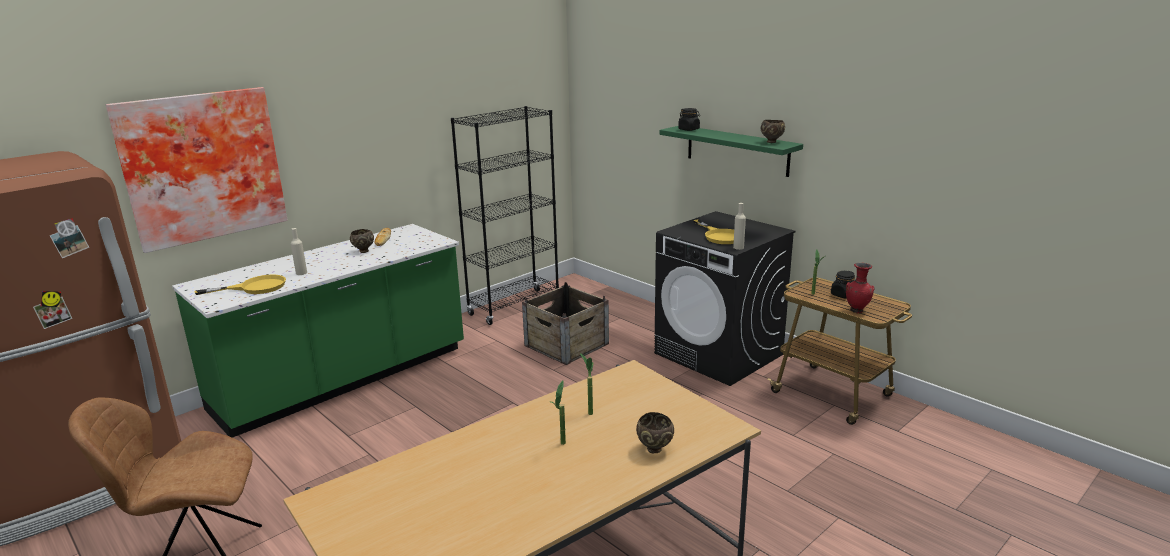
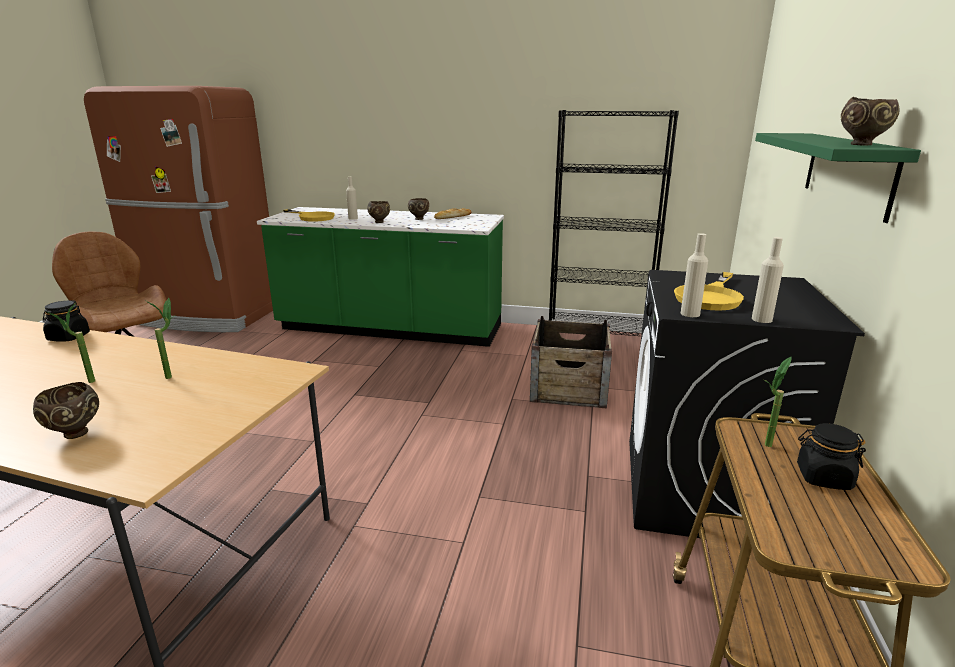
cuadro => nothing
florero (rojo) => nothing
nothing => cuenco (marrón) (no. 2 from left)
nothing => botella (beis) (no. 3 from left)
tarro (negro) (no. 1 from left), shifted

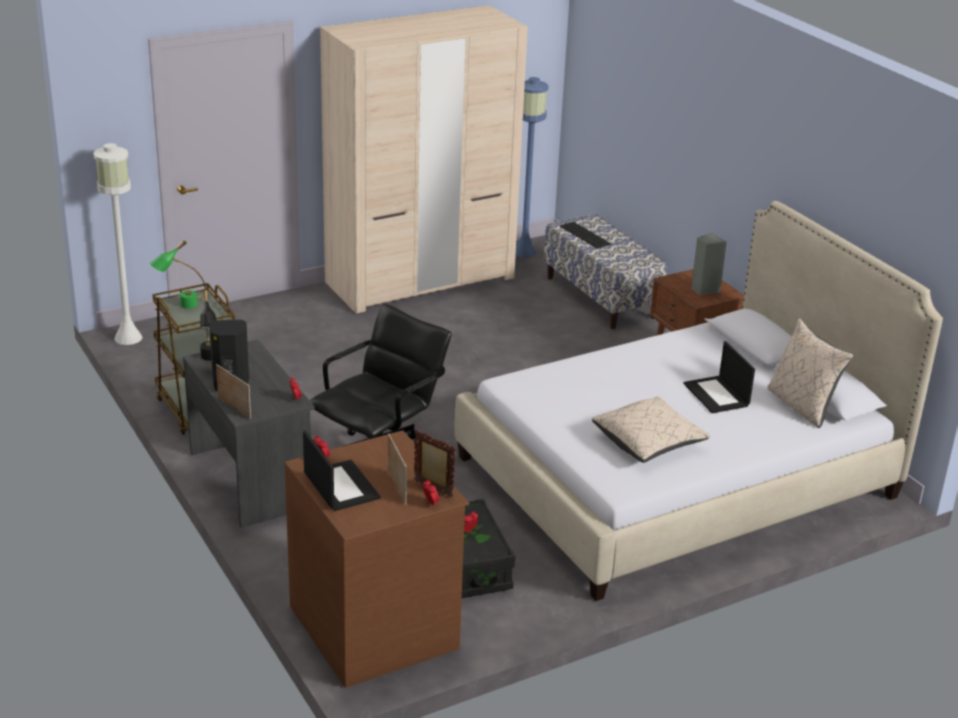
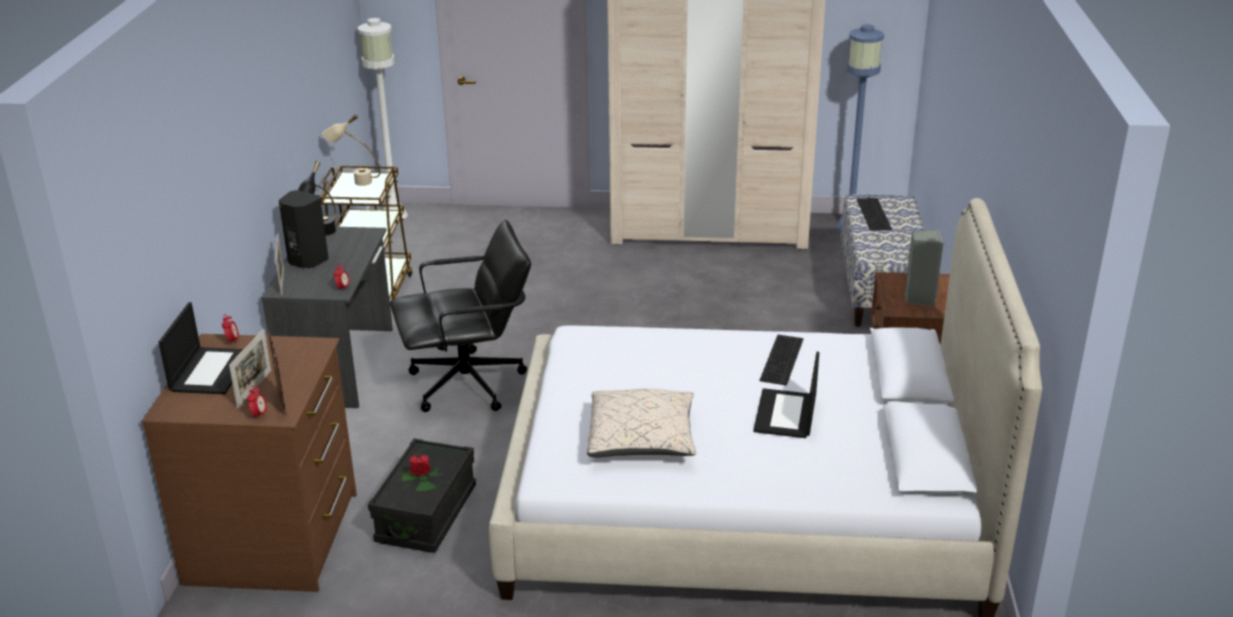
cojín (beis) (no. 2 from left) => nothing
nothing => teclado (no. 1 from left)
lámpara de mesa (verde) => lámpara de mesa (beis)

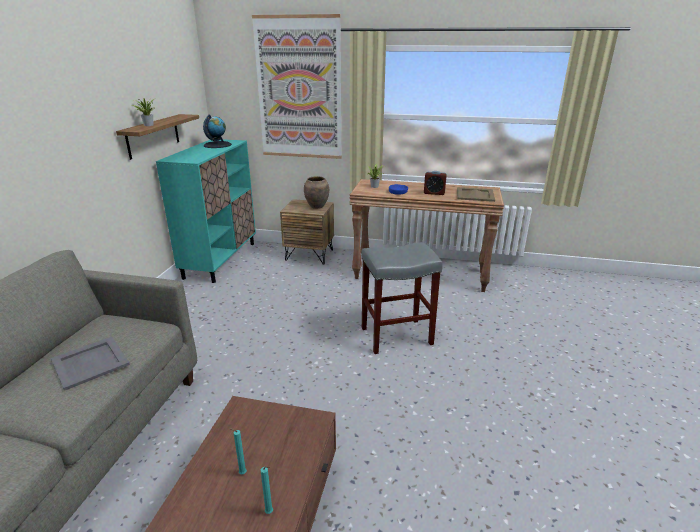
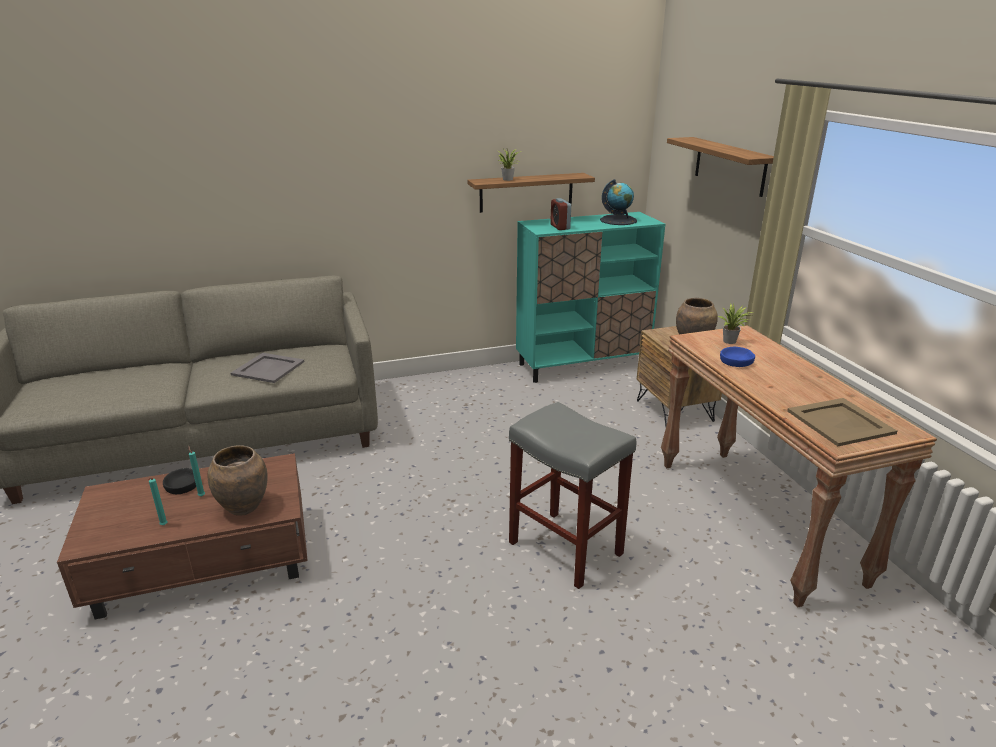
nothing => cuenco (negro)
nothing => florero (marrón) (no. 1 from left)
despertador, shifted
cuadro => estante (no. 2 from left)

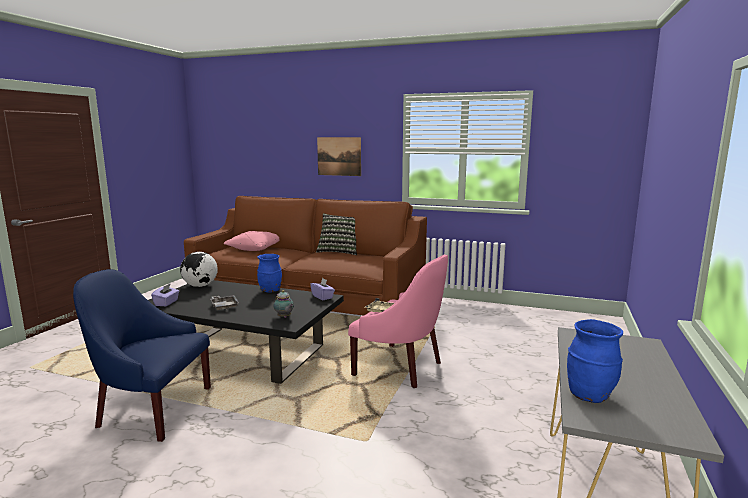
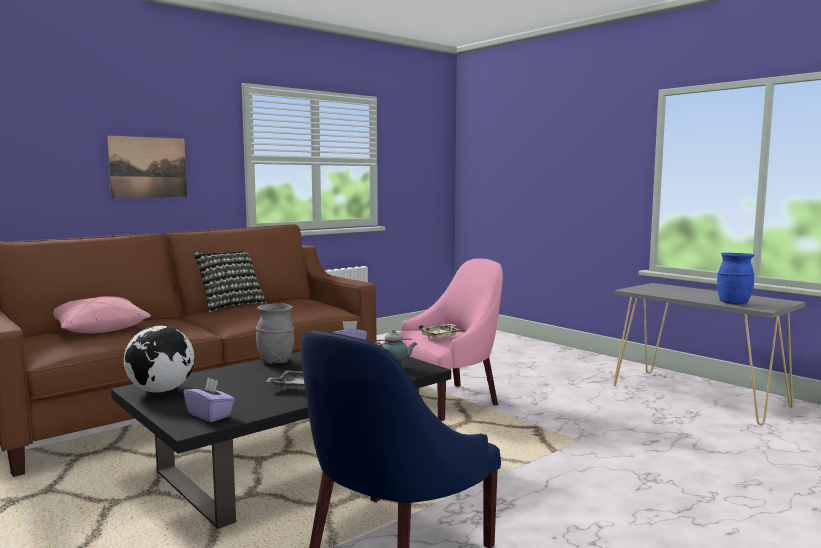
florero (azul) (no. 1 from left) => florero (gris)

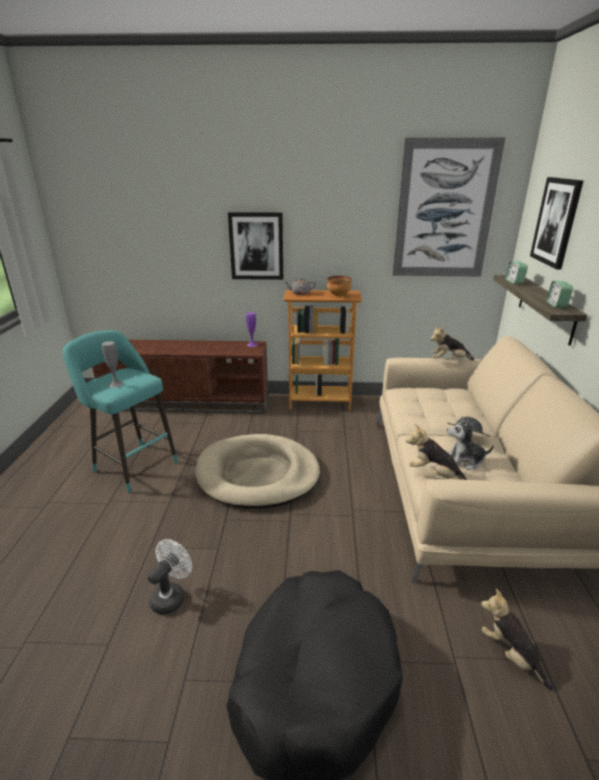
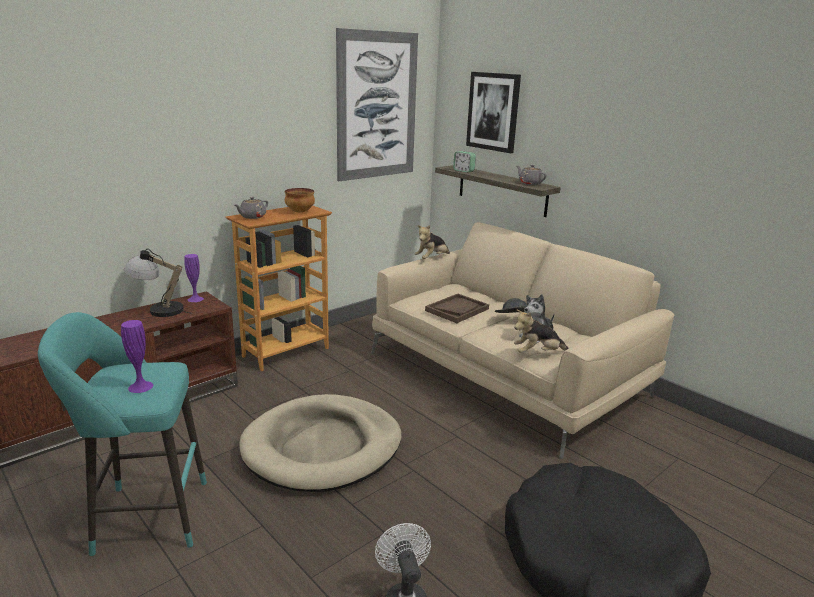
cuadro (no. 1 from left) => nothing
peluche (no. 4 from left) => nothing
nothing => lámpara de mesa
nothing => bandeja (marrón)
despertador (no. 2 from left) => tetera (gris) (no. 2 from left)
florero (gris) => florero (morado) (no. 1 from left)

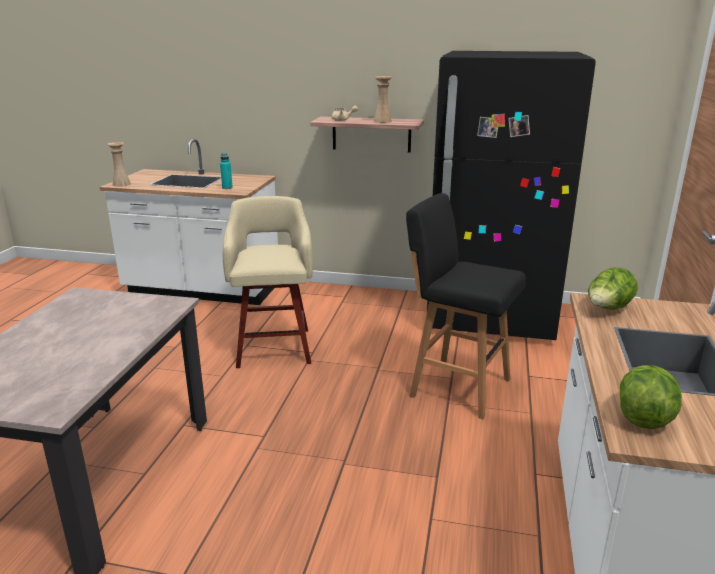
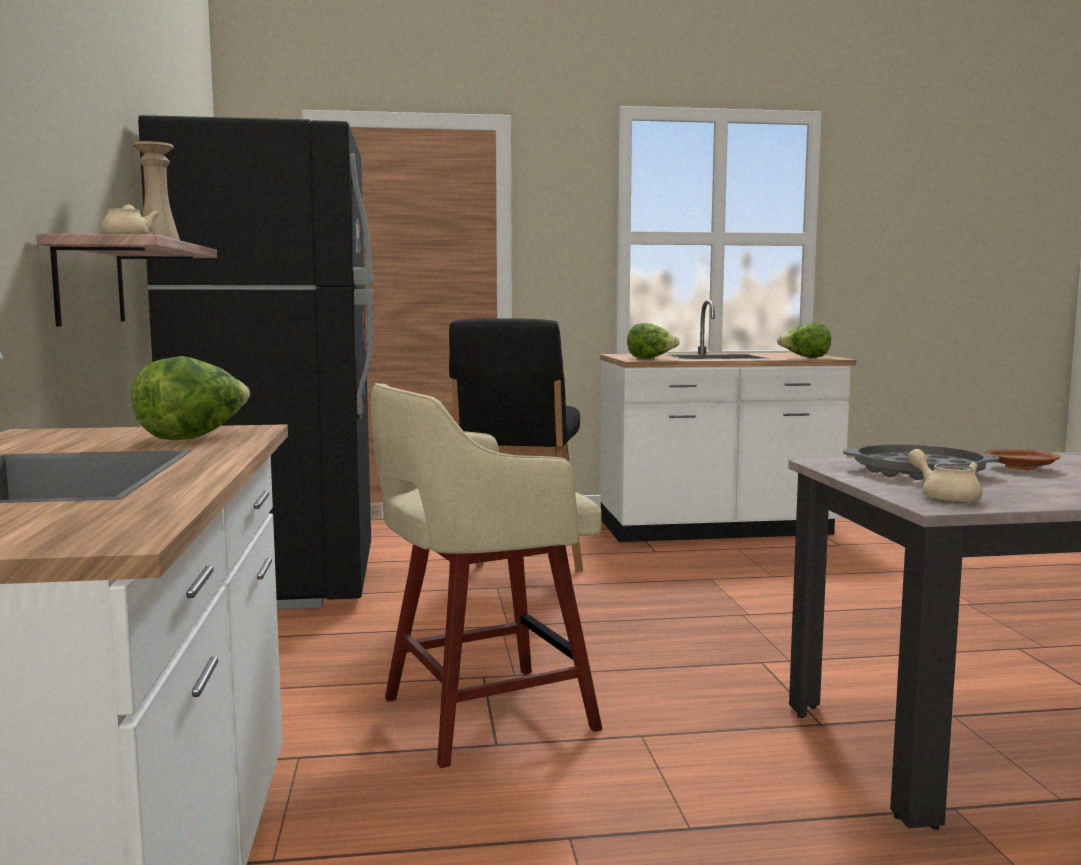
florero (beis) (no. 1 from left) => nothing
nothing => bandeja (gris)
nothing => tetera (beis) (no. 2 from left)
nothing => plato (marrón)
botella (turquesa) => lechuga (no. 1 from left)

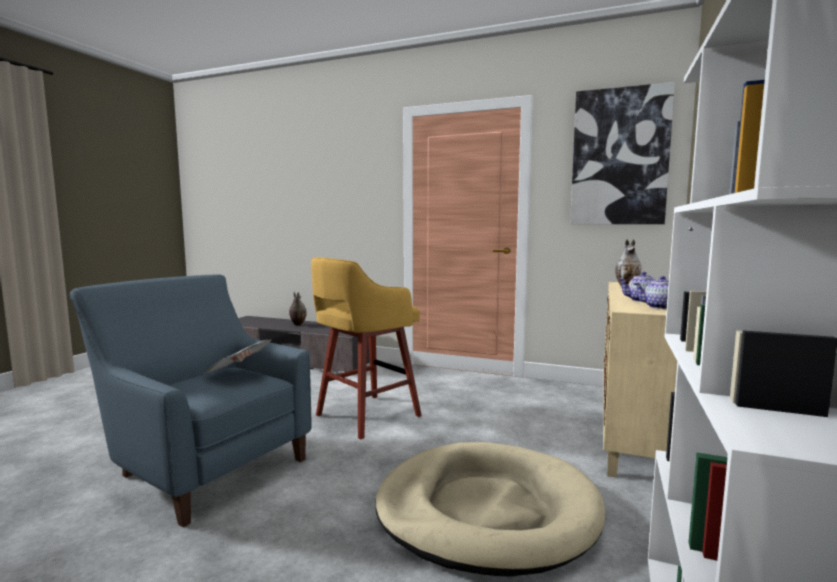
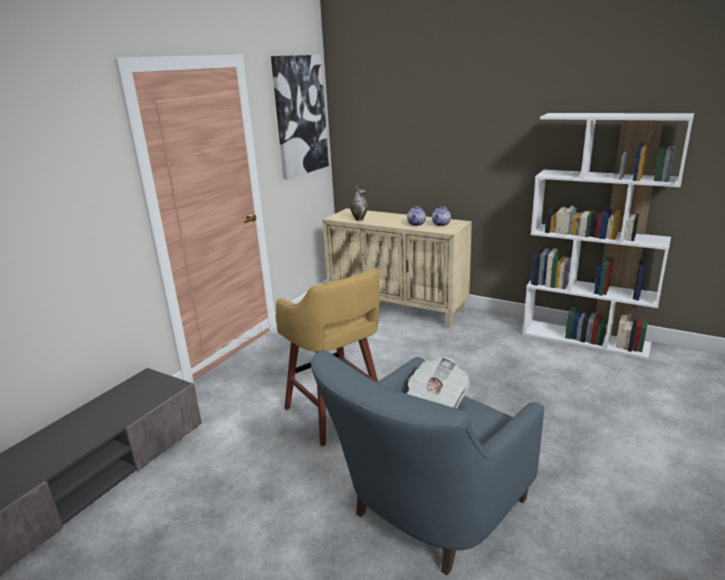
florero (no. 1 from left) => nothing
cama para perro (beis) => nothing

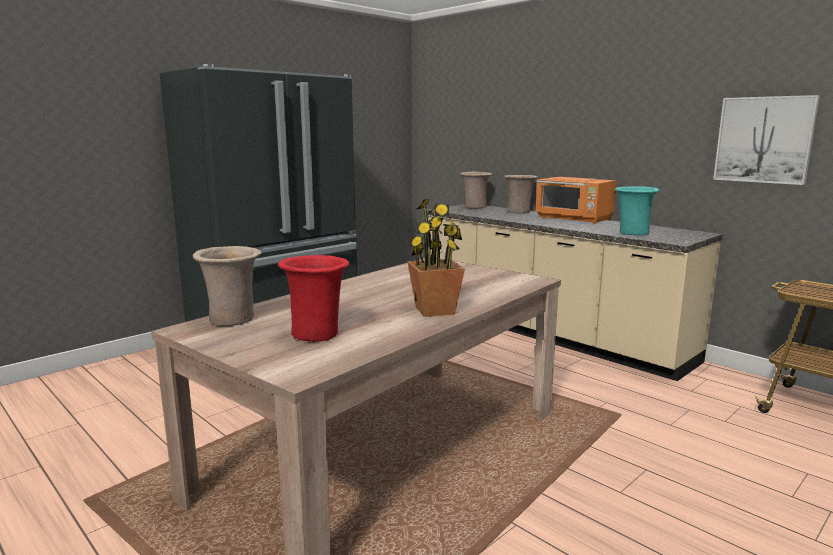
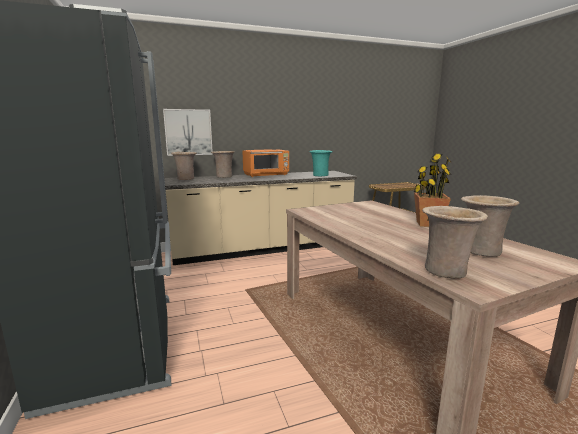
cuadro, shifted
florero (rojo) => florero (beis) (no. 4 from left)

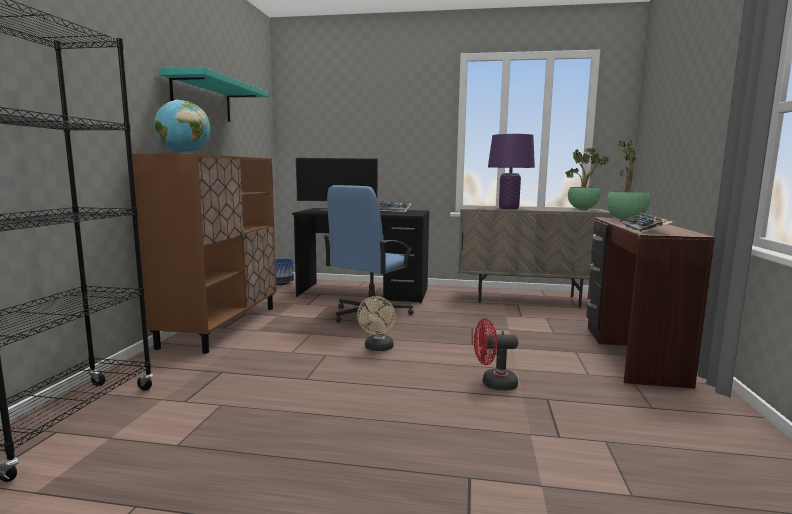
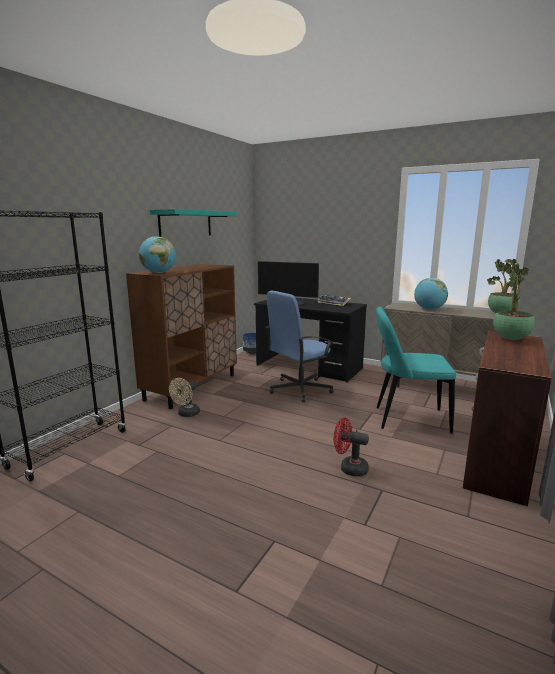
teclado (no. 2 from left) => nothing
nothing => silla (turquesa)
ventilador (beis), shifted
lámpara de mesa (morado) => globo terráqueo (no. 2 from left)

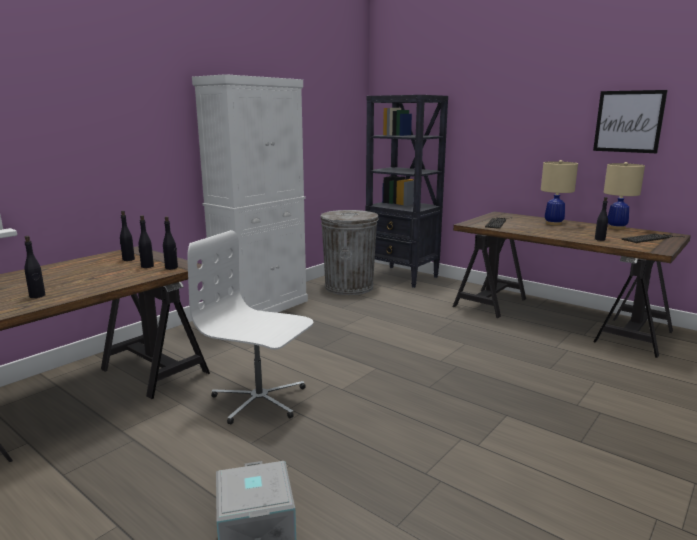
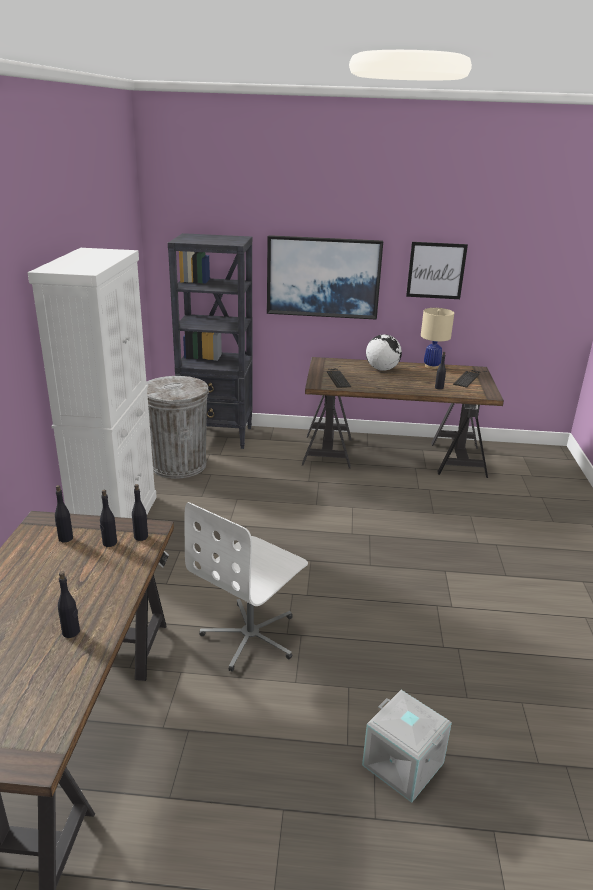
nothing => cuadro (no. 1 from left)
lámpara de mesa (beis) (no. 1 from left) => globo terráqueo
silla de oficina (blanco), 45 degrees counterclockwise

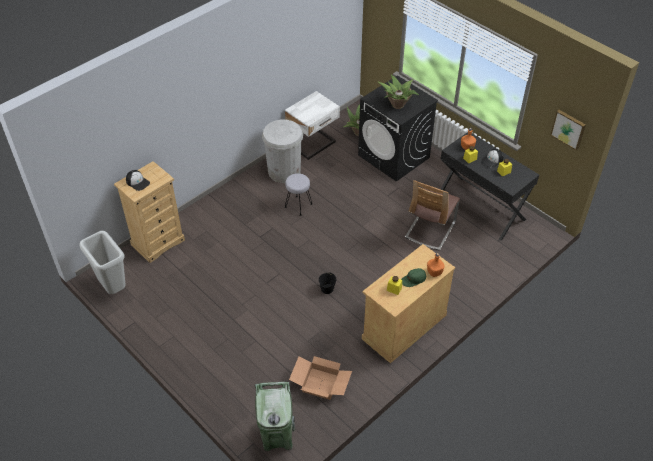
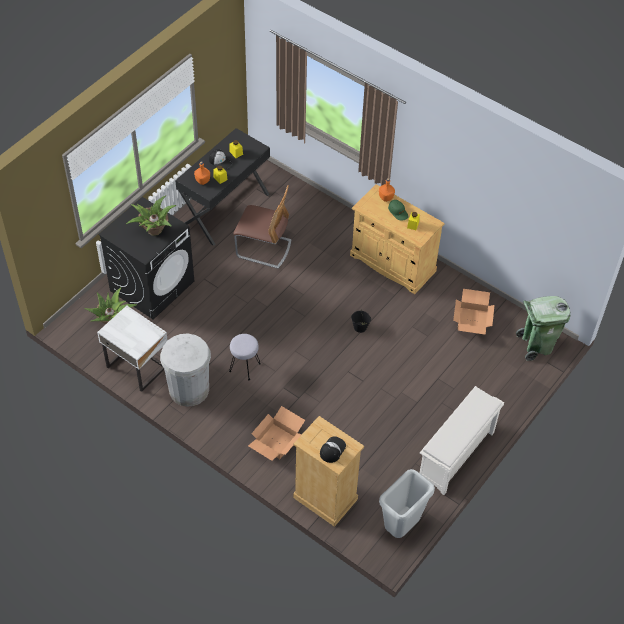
cuadro => nothing
nothing => caja de cartón (no. 1 from left)
nothing => zapatero (blanco)

